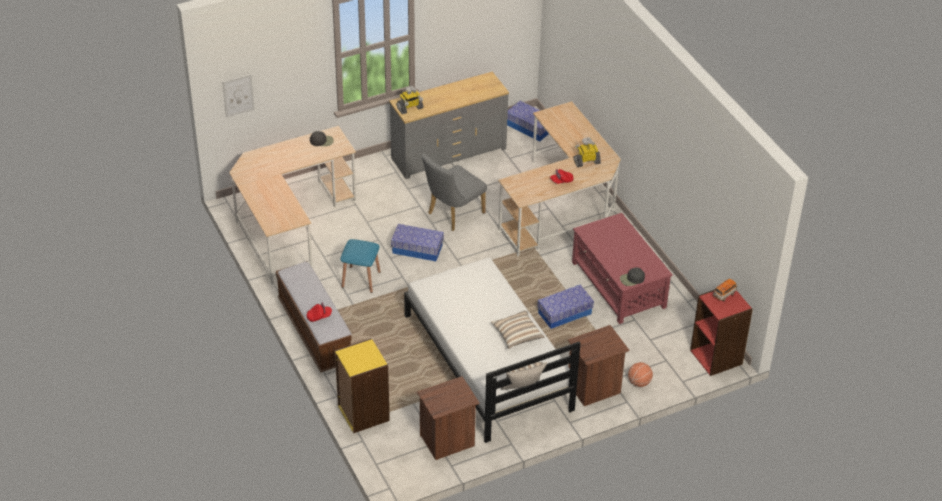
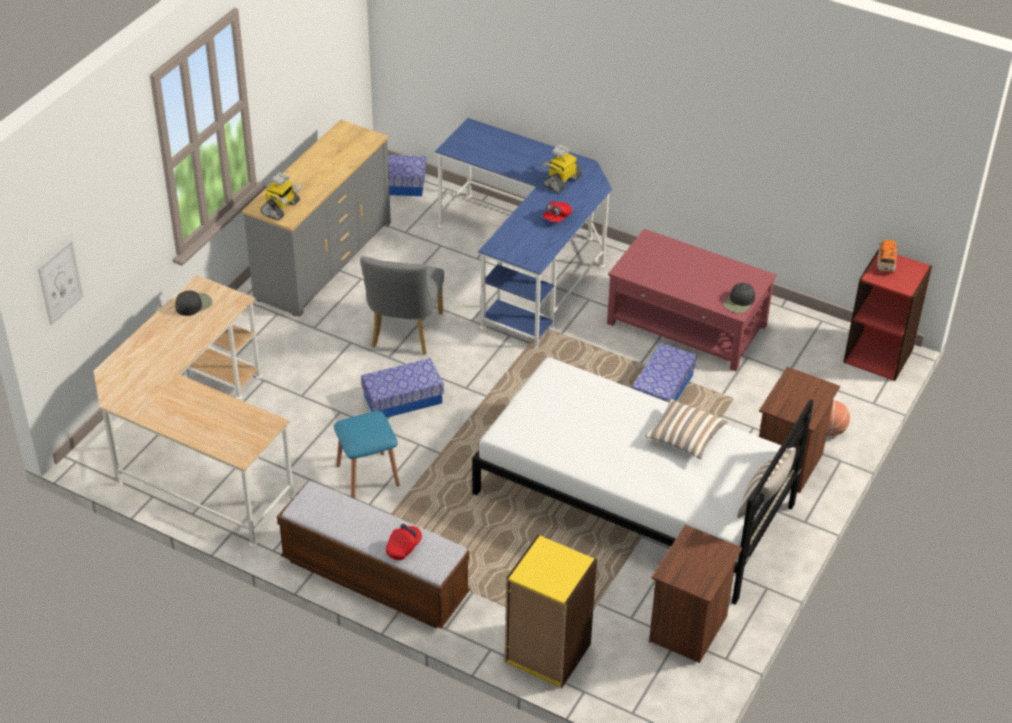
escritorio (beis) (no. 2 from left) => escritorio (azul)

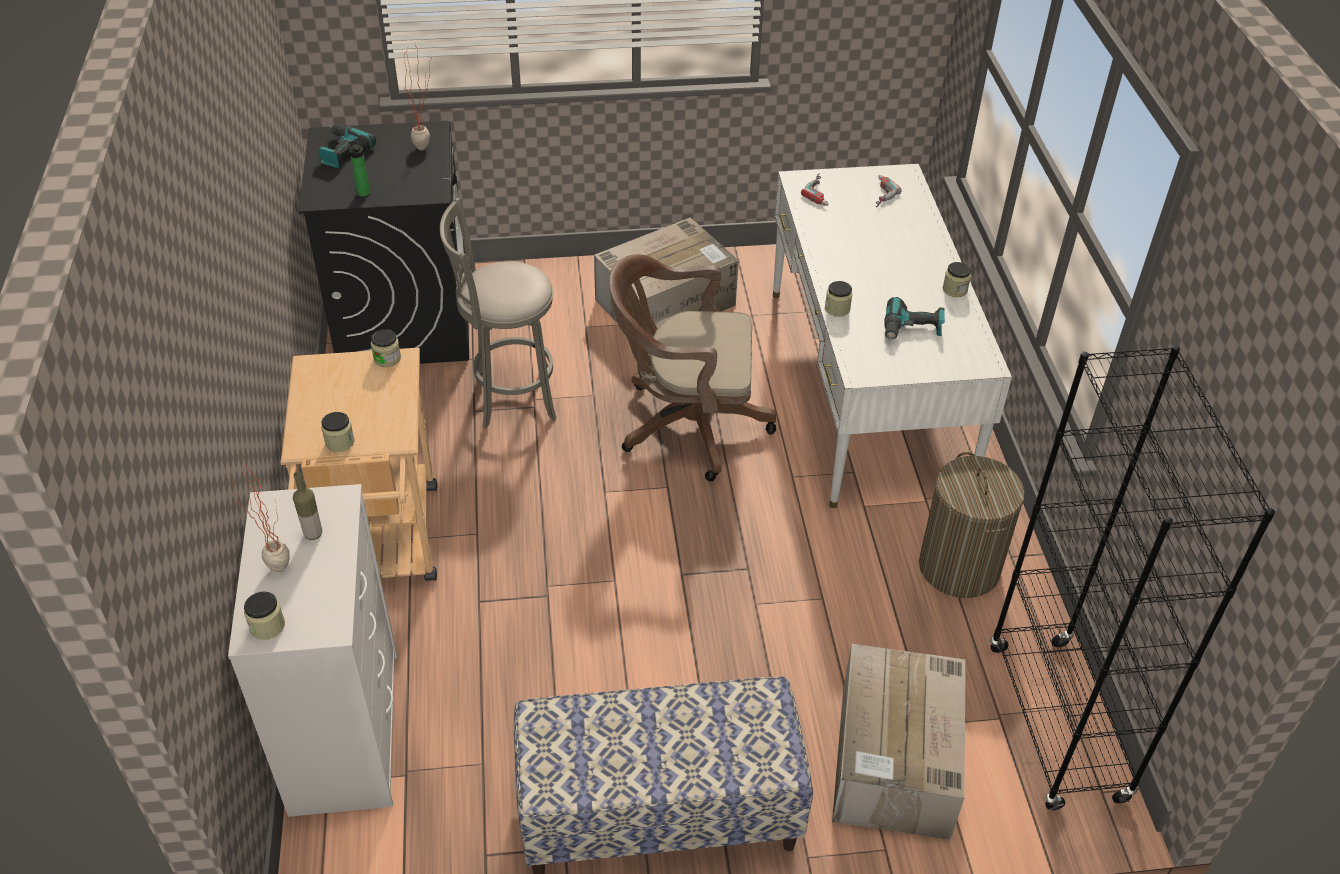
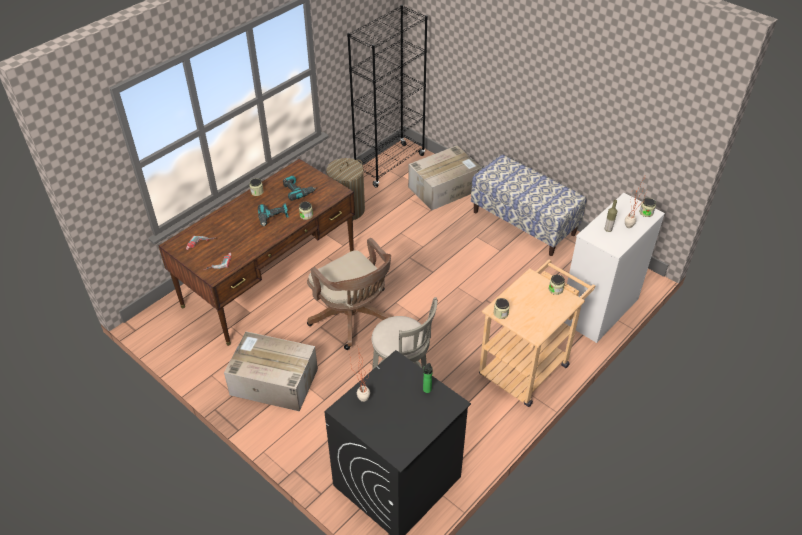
taladro (no. 1 from left in the first image) => taladro (no. 3 from left), shifted
escritorio (blanco) => escritorio (marrón)

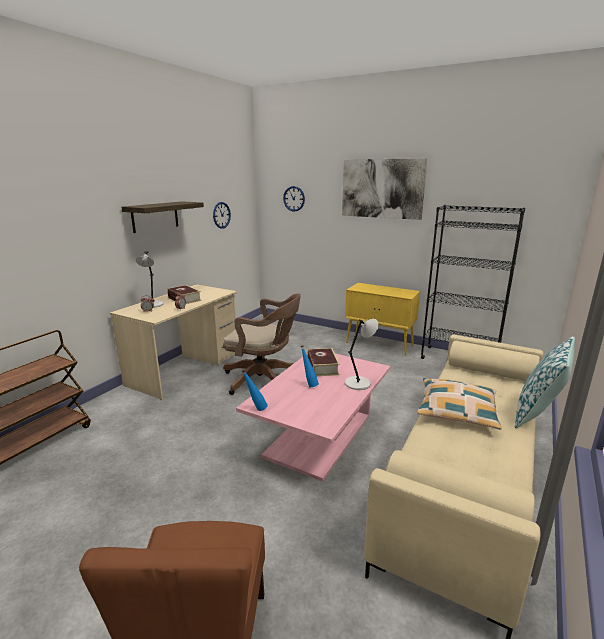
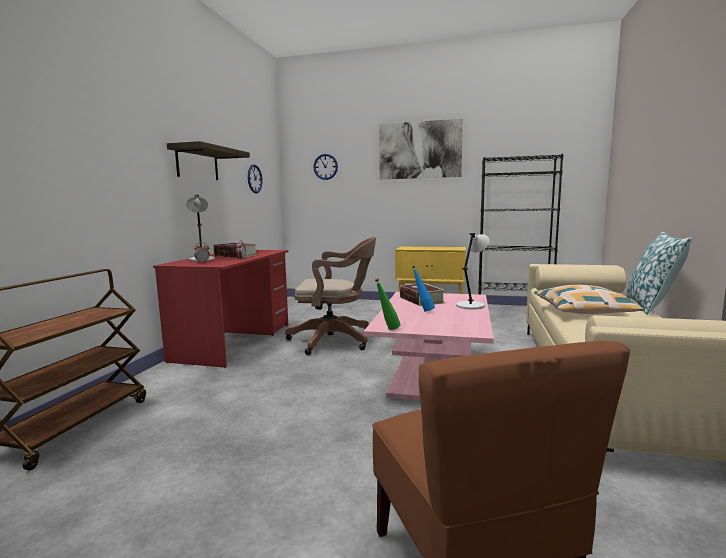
escritorio (beis) => escritorio (rojo)
botella (azul) (no. 1 from left) => botella (verde)

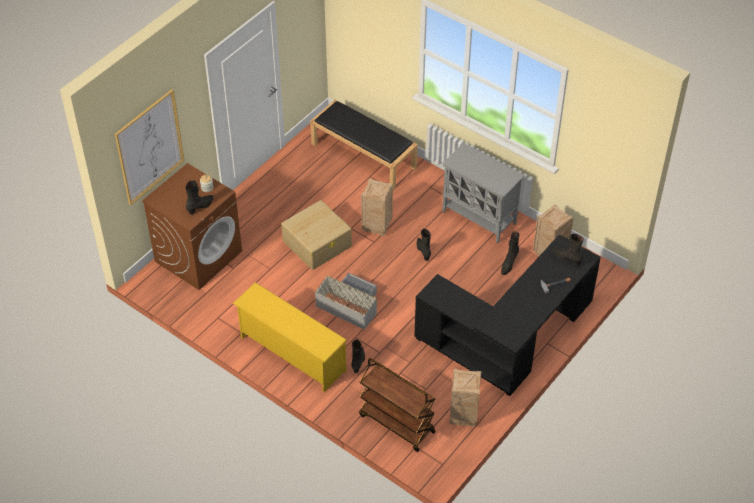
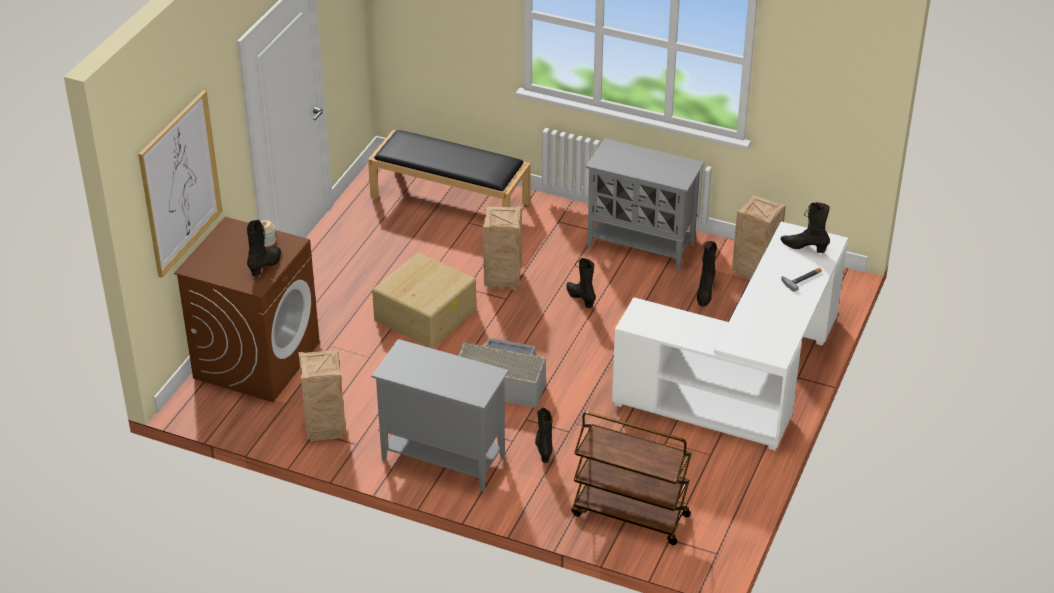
caja de embalaje (no. 2 from left in the first image) => caja de embalaje (no. 1 from left), shifted
zapatero (amarillo) => armario (gris) (no. 1 from left)
escritorio (negro) => escritorio (blanco)

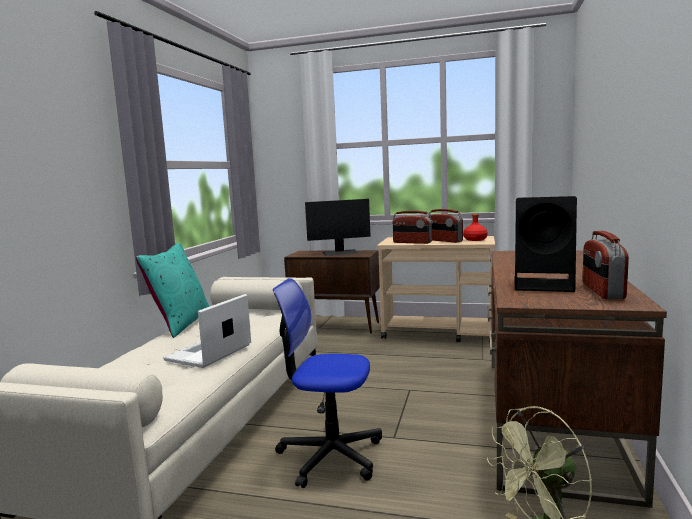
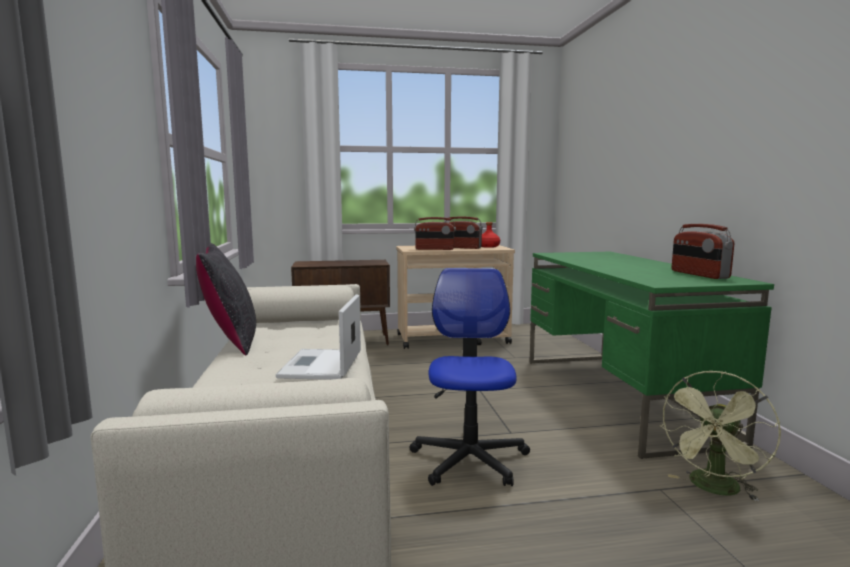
monitor => nothing
altavoz (negro) => nothing
cojín (turquesa) => cojín (negro)
escritorio (marrón) => escritorio (verde)
silla de oficina, 105 degrees clockwise

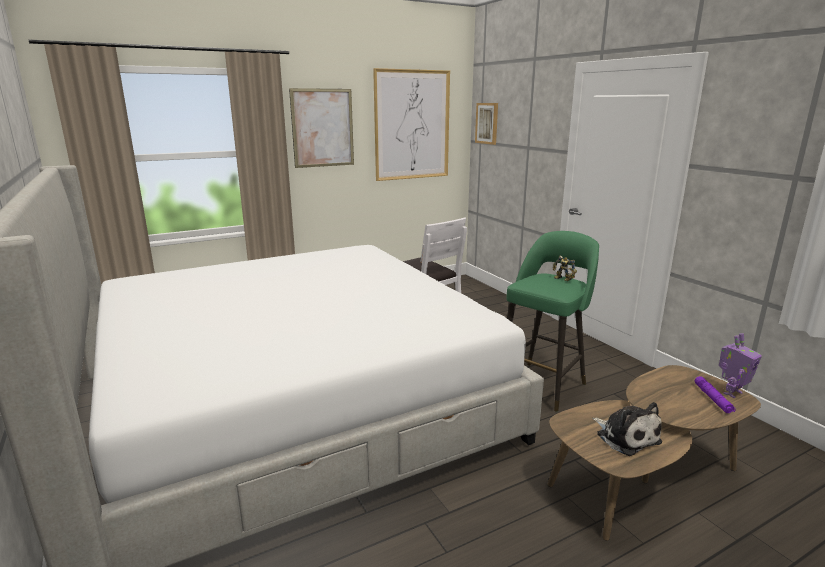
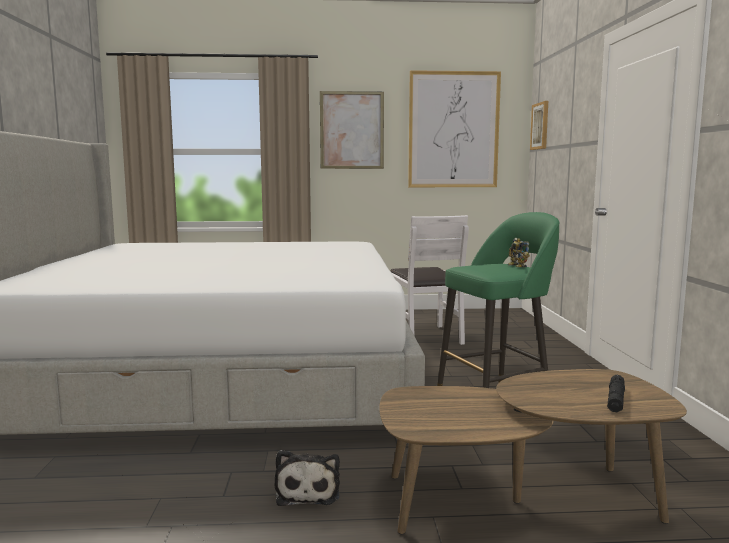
robot de juguete (no. 2 from left) => nothing
peluche, shifted
linterna (morado) => linterna (negro)

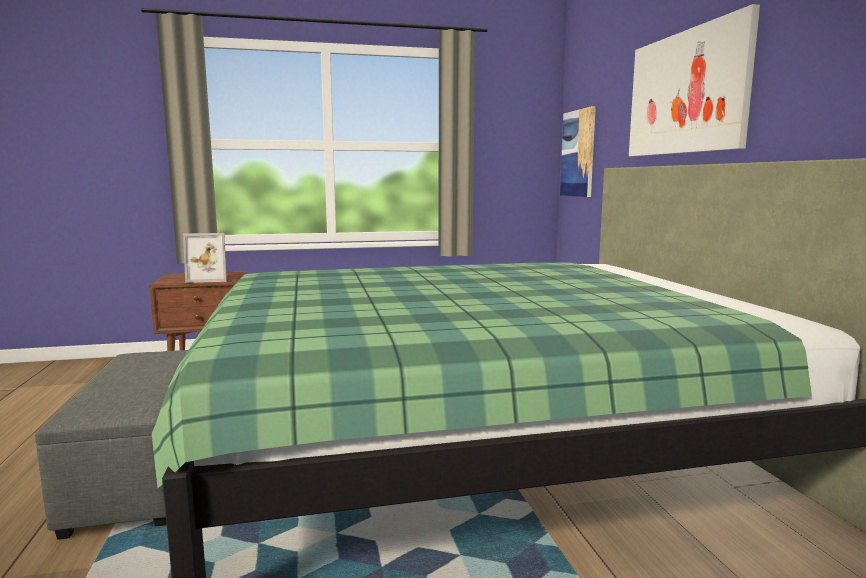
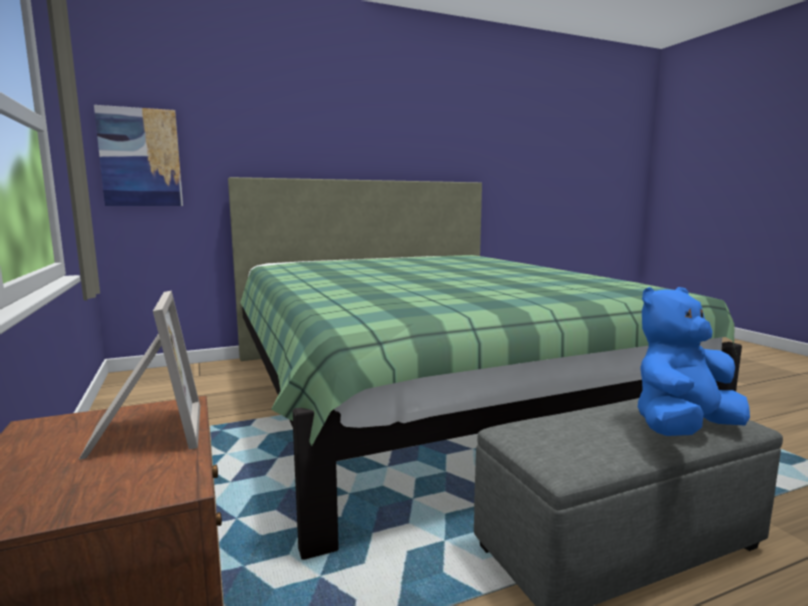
cuadro (no. 2 from left) => nothing
nothing => peluche (azul)

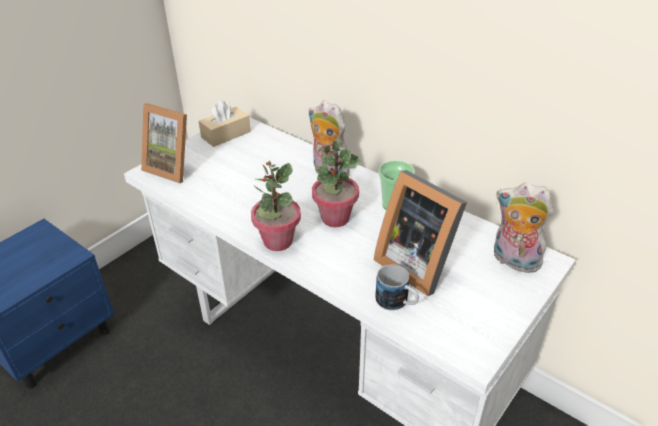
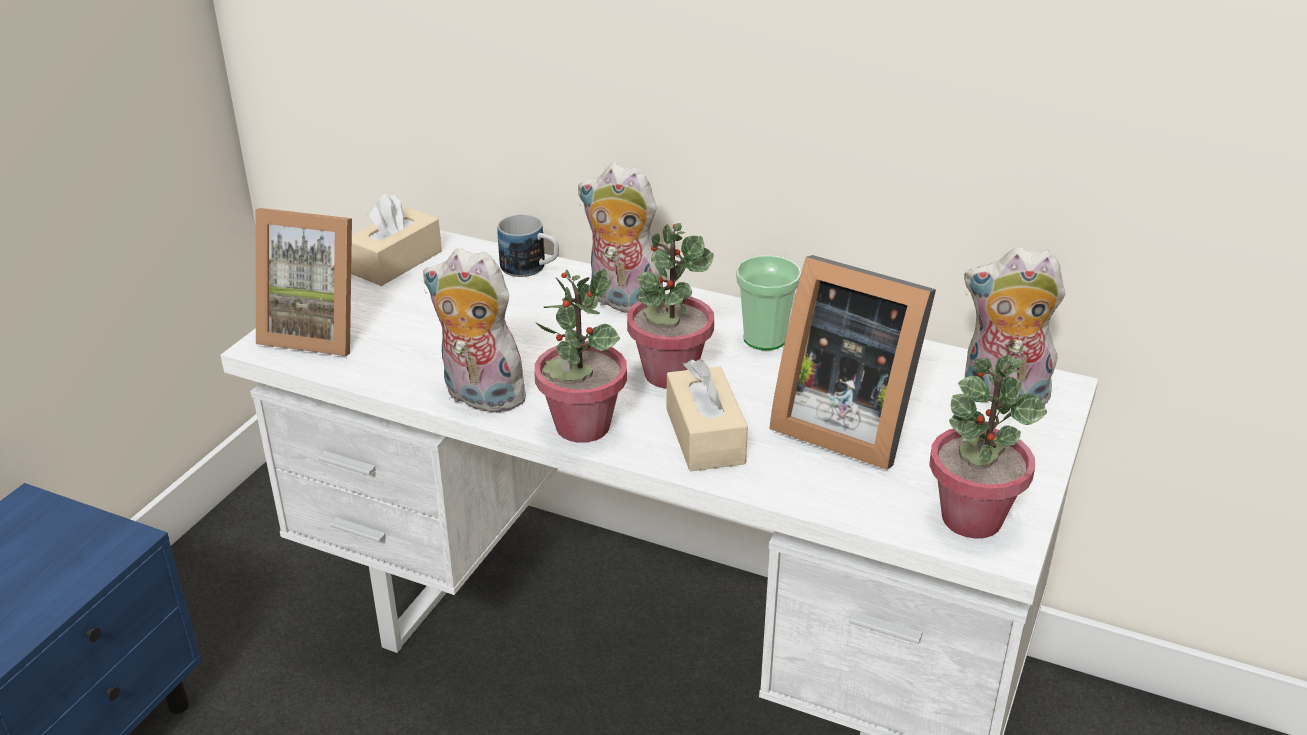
nothing => peluche (no. 1 from left)
nothing => caja de pañuelos (beis) (no. 2 from left)
nothing => planta en maceta (no. 3 from left)
taza grande, shifted

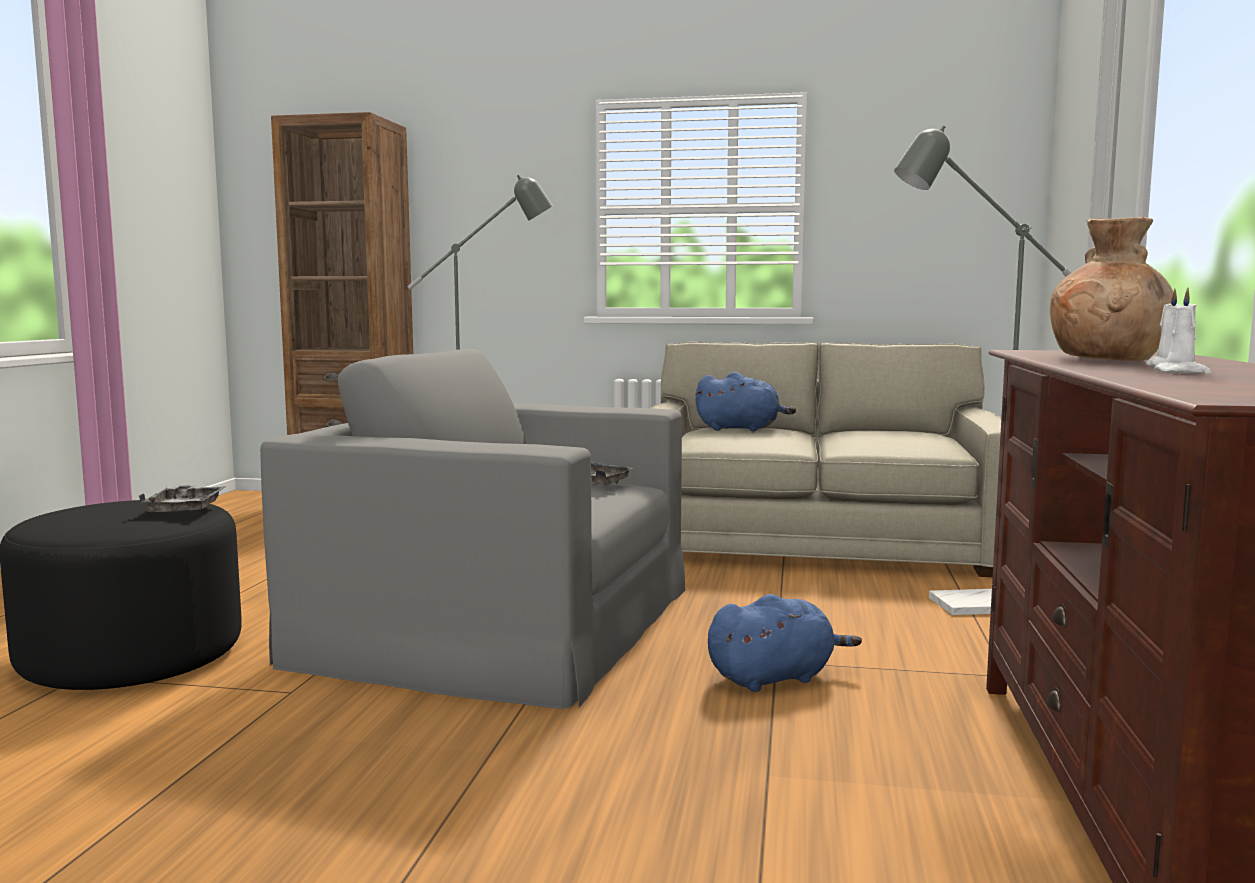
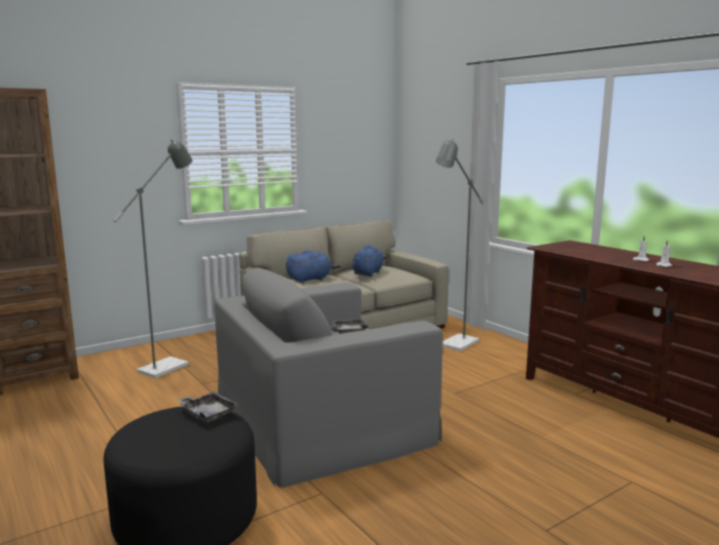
florero (marrón) => nothing
peluche (azul) (no. 2 from left), shifted

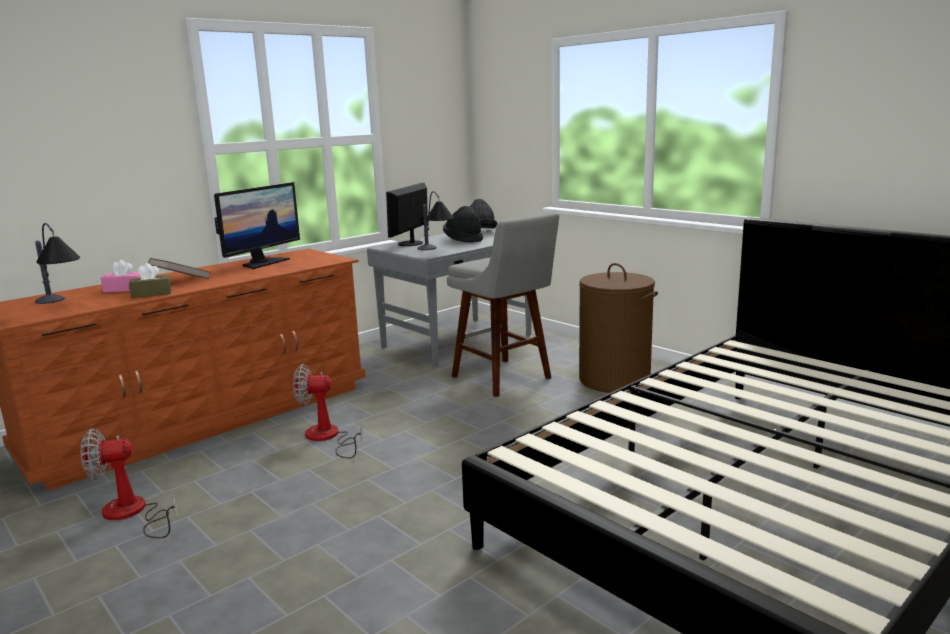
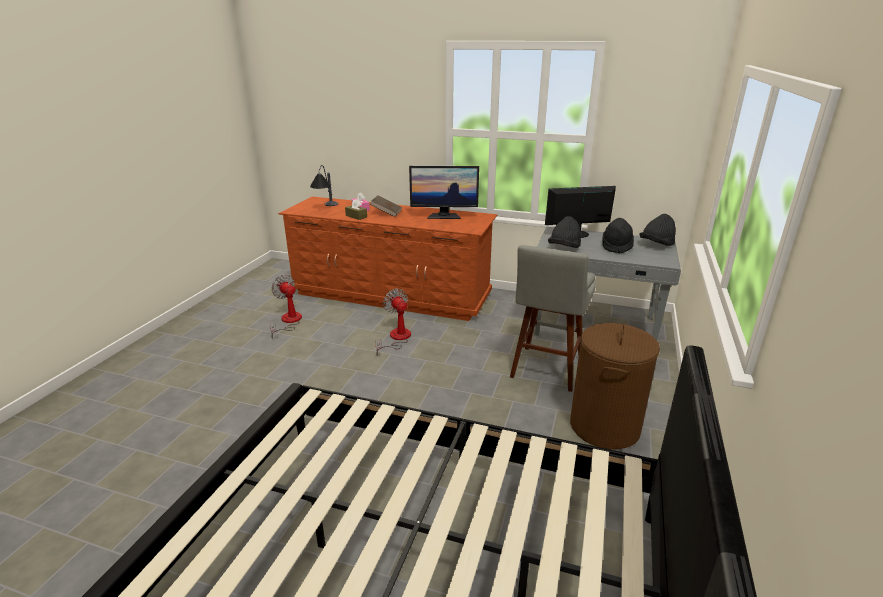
lámpara de mesa (no. 2 from left) => sombrero (negro) (no. 1 from left)

